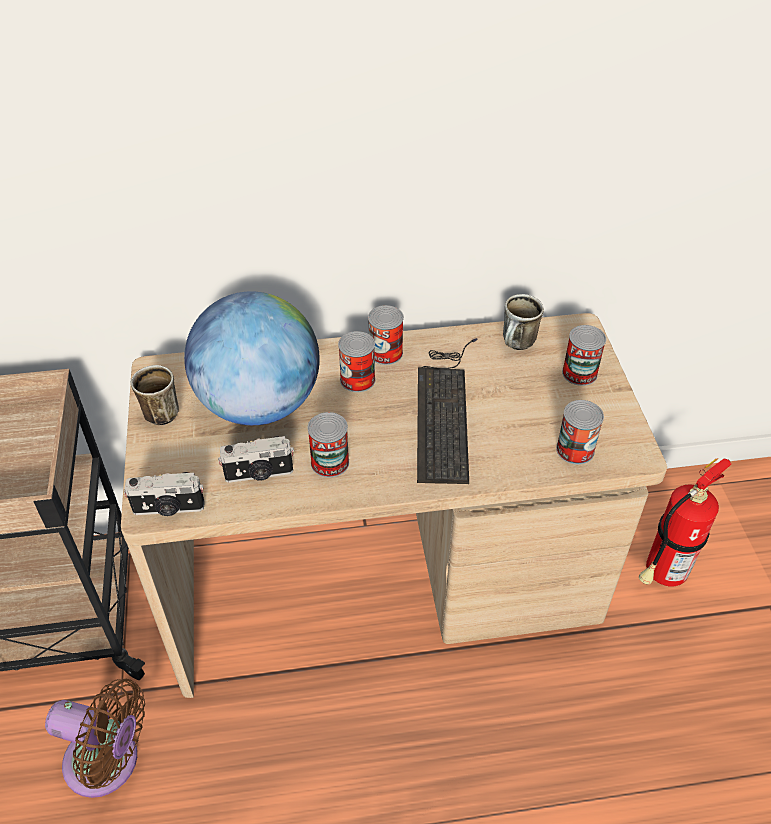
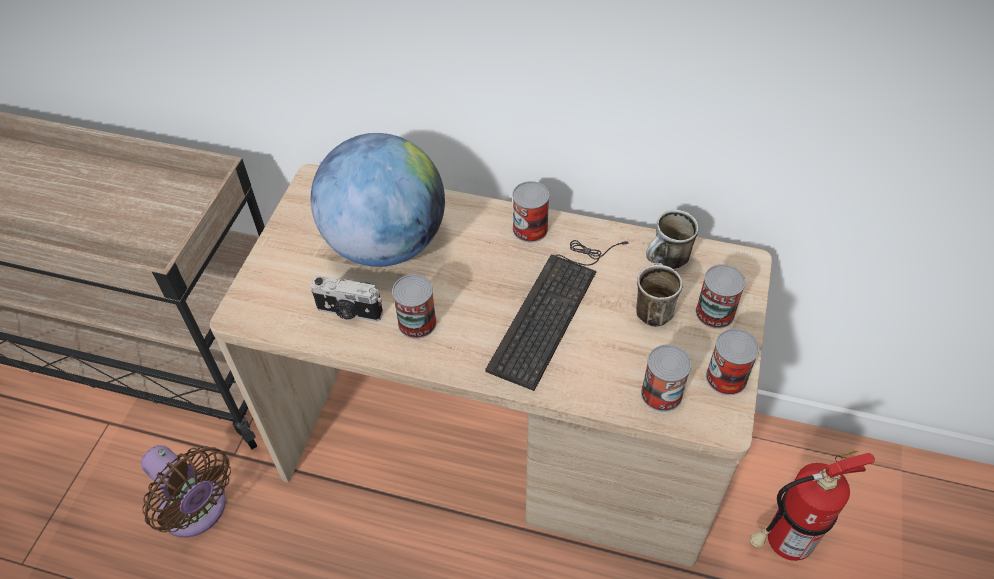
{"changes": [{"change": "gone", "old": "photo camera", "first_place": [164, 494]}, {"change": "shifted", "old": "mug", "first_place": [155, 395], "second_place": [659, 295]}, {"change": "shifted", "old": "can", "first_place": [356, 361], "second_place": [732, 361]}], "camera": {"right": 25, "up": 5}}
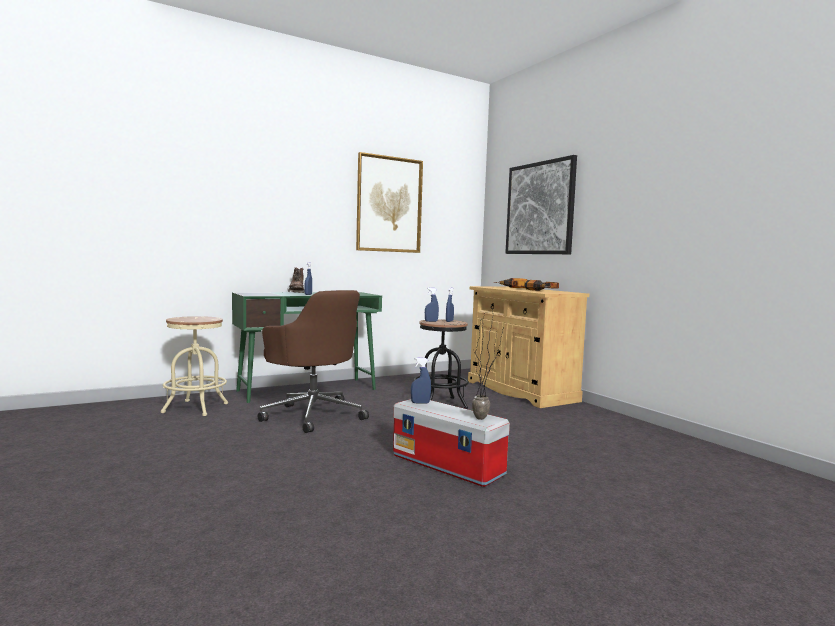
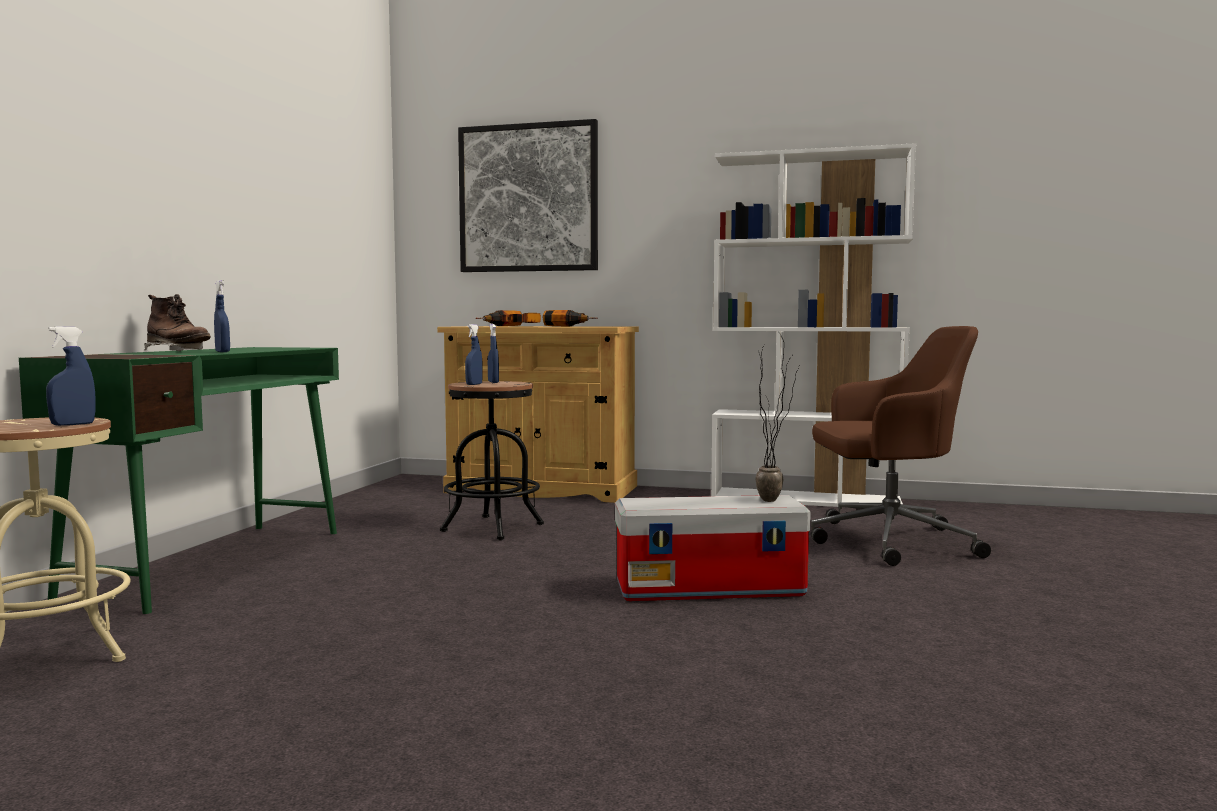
{"changes": [{"change": "gone", "old": "picture", "first_place": [389, 202]}, {"change": "new", "new": "white bookcase", "second_place": [813, 325]}, {"change": "shifted", "old": "brown office chair", "first_place": [313, 361], "second_place": [901, 446]}, {"change": "shifted", "old": "blue spray bottle", "first_place": [421, 381], "second_place": [70, 376]}], "camera": {"right": -45, "up": 0}}
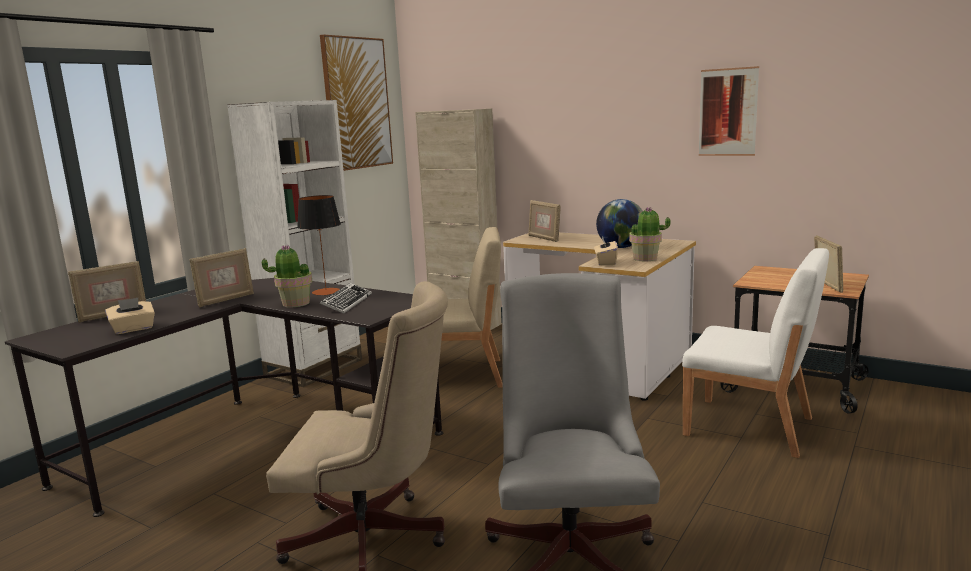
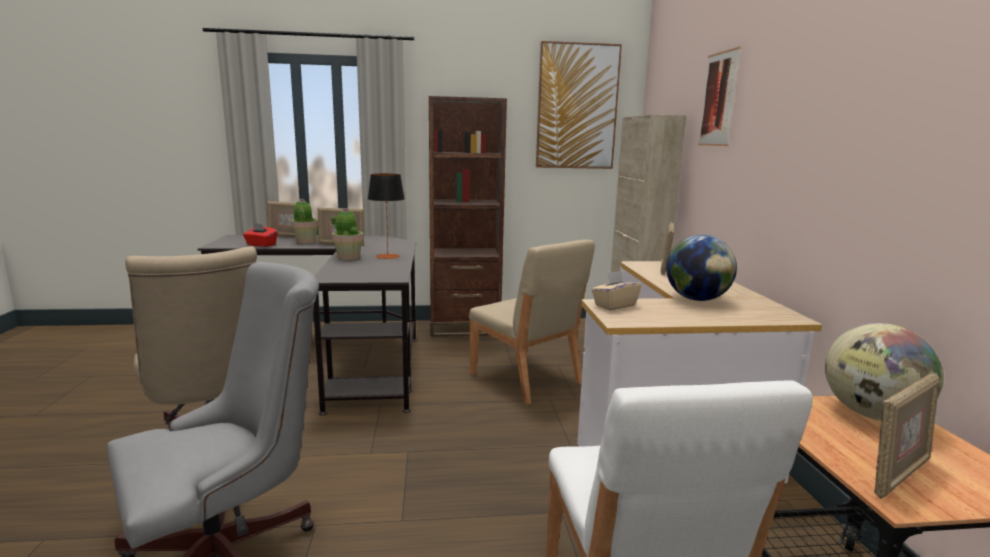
{"changes": [{"change": "gone", "old": "keyboard", "first_place": [346, 298]}, {"change": "new", "new": "globe", "second_place": [884, 371]}, {"change": "shifted", "old": "potted plant", "first_place": [650, 234], "second_place": [304, 221]}, {"change": "shifted", "old": "picture", "first_place": [729, 111], "second_place": [719, 96]}, {"change": "repainted", "old": "beige tissue box", "new": "red tissue box", "first_place": [130, 316], "second_place": [260, 235]}, {"change": "repainted", "old": "white bookcase", "new": "brown bookcase", "first_place": [294, 243], "second_place": [468, 216]}], "camera": {"right": 50, "up": 0}}
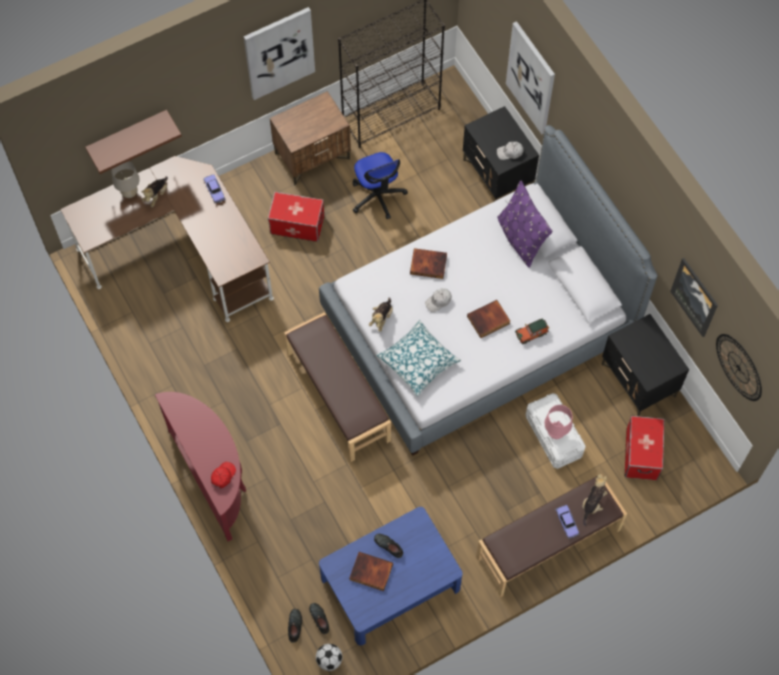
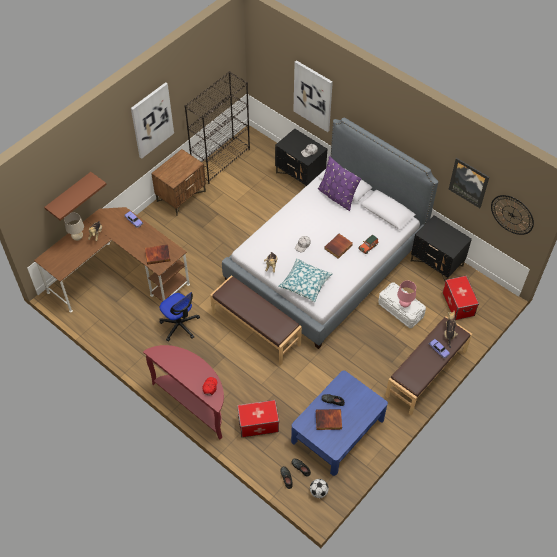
{"changes": [{"change": "shifted", "old": "storage box", "first_place": [296, 217], "second_place": [258, 418]}, {"change": "shifted", "old": "office chair", "first_place": [380, 185], "second_place": [179, 316]}, {"change": "shifted", "old": "book", "first_place": [428, 263], "second_place": [157, 254]}], "camera": {"right": -20, "up": -10}}
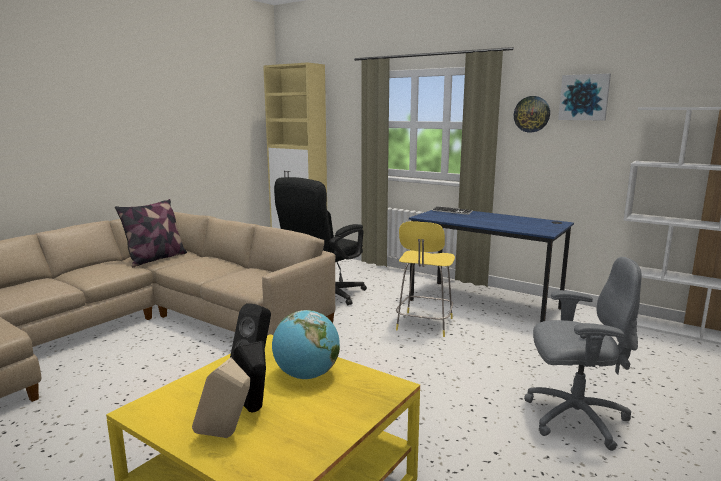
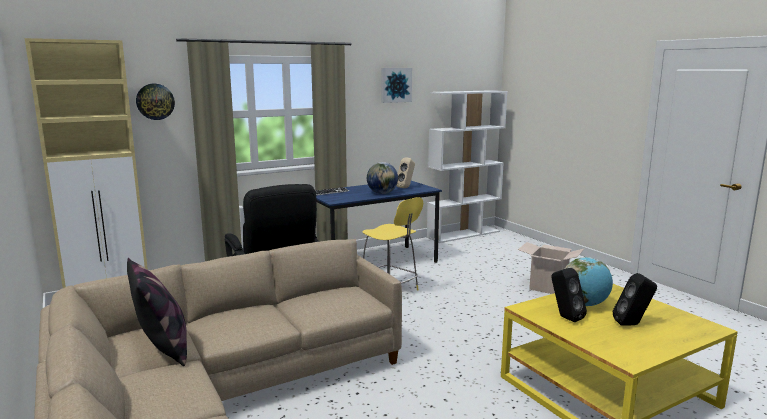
{"changes": [{"change": "new", "new": "globe", "second_place": [382, 178]}, {"change": "shifted", "old": "beige speaker", "first_place": [221, 397], "second_place": [405, 172]}, {"change": "shifted", "old": "wall clock", "first_place": [532, 114], "second_place": [155, 102]}, {"change": "swapped", "old": "grey office chair", "new": "cardboard box", "first_place": [583, 354], "second_place": [551, 268]}], "camera": {"right": -65, "up": 0}}
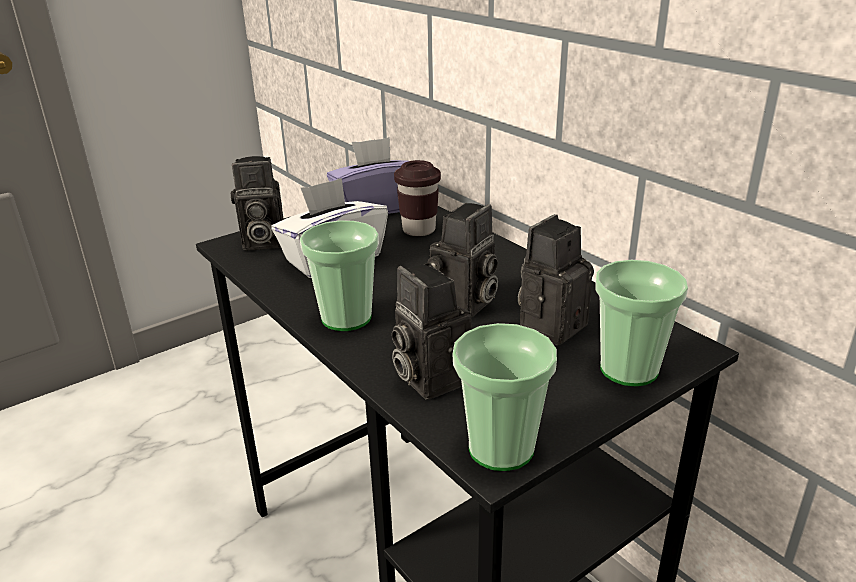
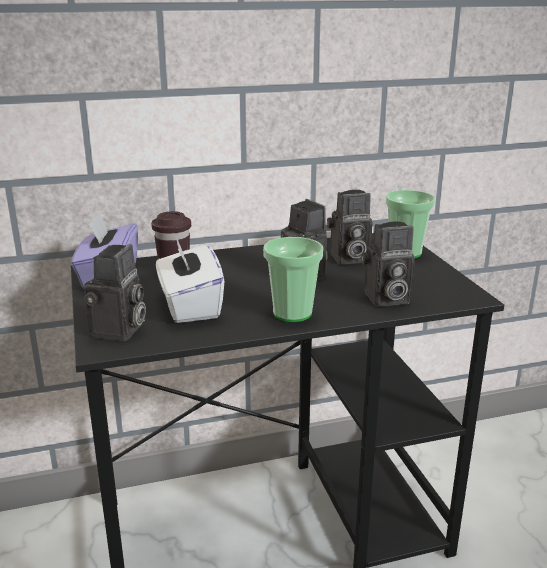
{"changes": [{"change": "gone", "old": "cup", "first_place": [505, 397]}, {"change": "rotated", "old": "photo camera", "first_place": [556, 279], "second_place": [350, 227], "degrees": -75}], "camera": {"right": -70, "up": -5}}
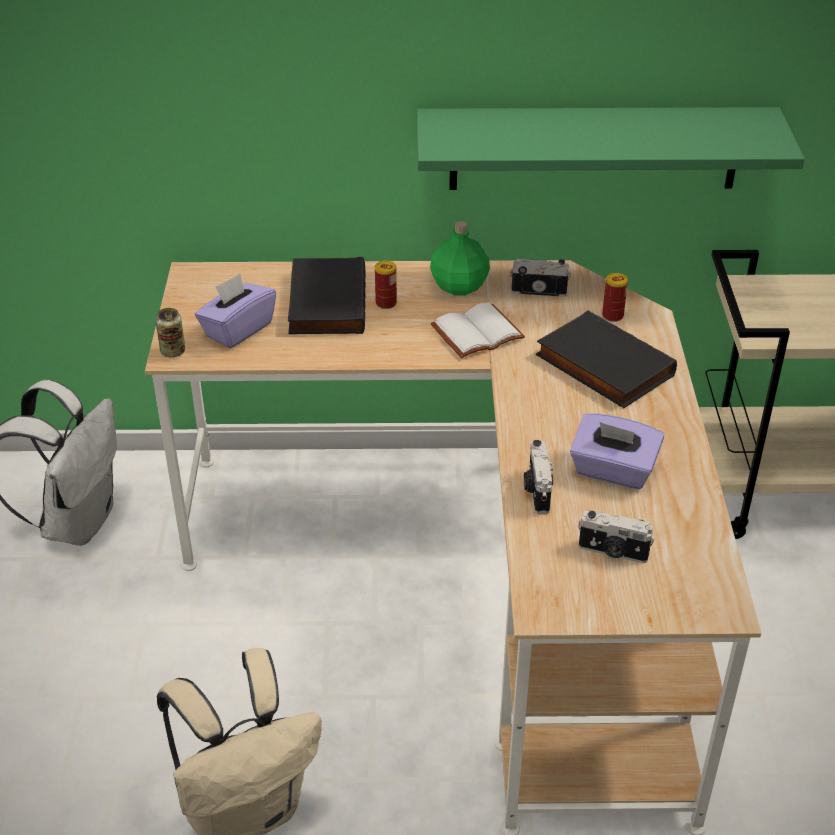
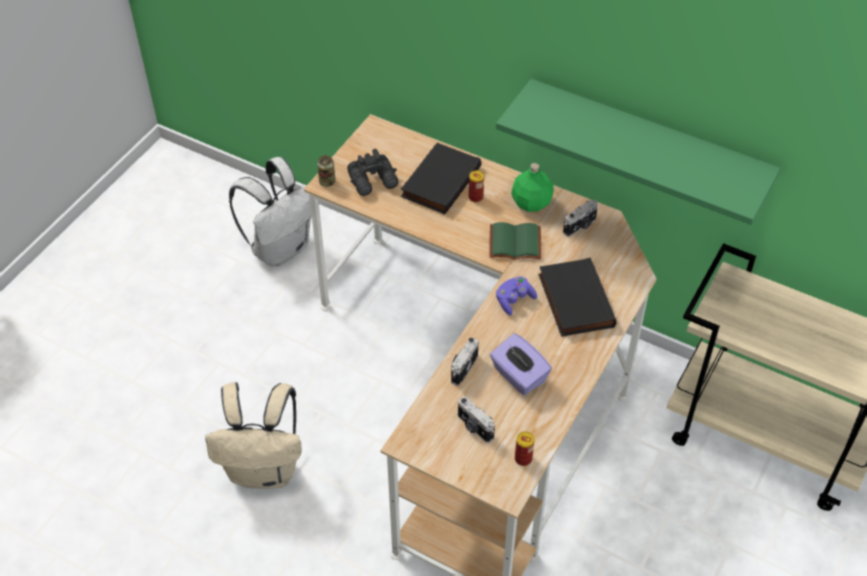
{"changes": [{"change": "new", "new": "purple game controller", "second_place": [516, 295]}, {"change": "shifted", "old": "can", "first_place": [615, 297], "second_place": [525, 448]}, {"change": "swapped", "old": "purple tissue box", "new": "black binoculars", "first_place": [235, 310], "second_place": [372, 172]}, {"change": "repainted", "old": "white book", "new": "green book", "first_place": [478, 330], "second_place": [515, 241]}, {"change": "rotated", "old": "photo camera", "first_place": [540, 277], "second_place": [580, 218], "degrees": 105}], "camera": {"right": 30, "up": 10}}
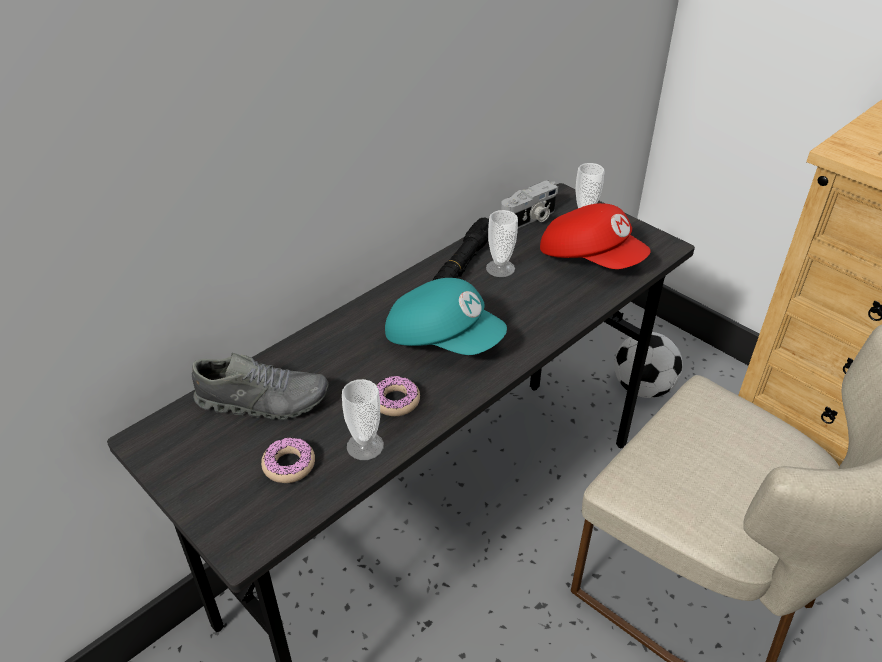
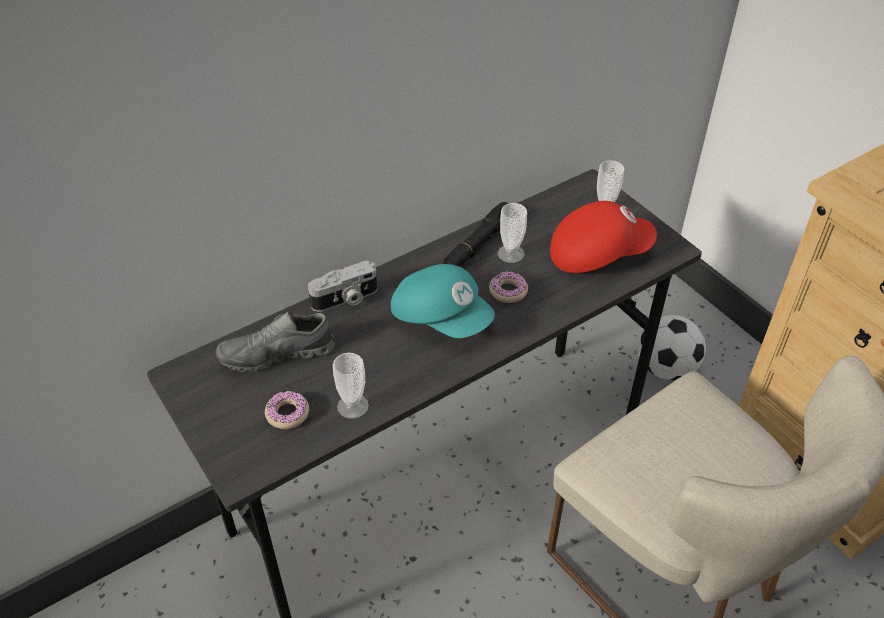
{"changes": [{"change": "shifted", "old": "donut", "first_place": [398, 396], "second_place": [508, 287]}, {"change": "shifted", "old": "photo camera", "first_place": [529, 204], "second_place": [342, 286]}, {"change": "rotated", "old": "grey shoe", "first_place": [260, 386], "second_place": [275, 341], "degrees": 150}, {"change": "rotated", "old": "red cap", "first_place": [595, 236], "second_place": [603, 237], "degrees": -60}], "camera": {"right": 10, "up": 5}}
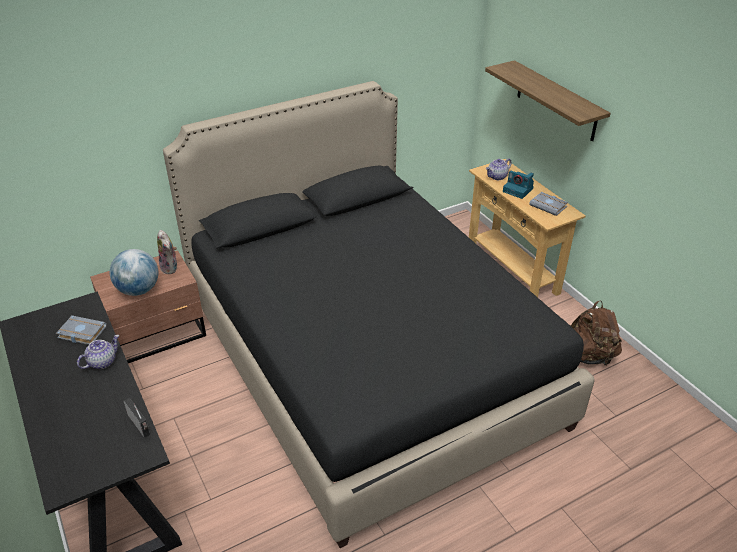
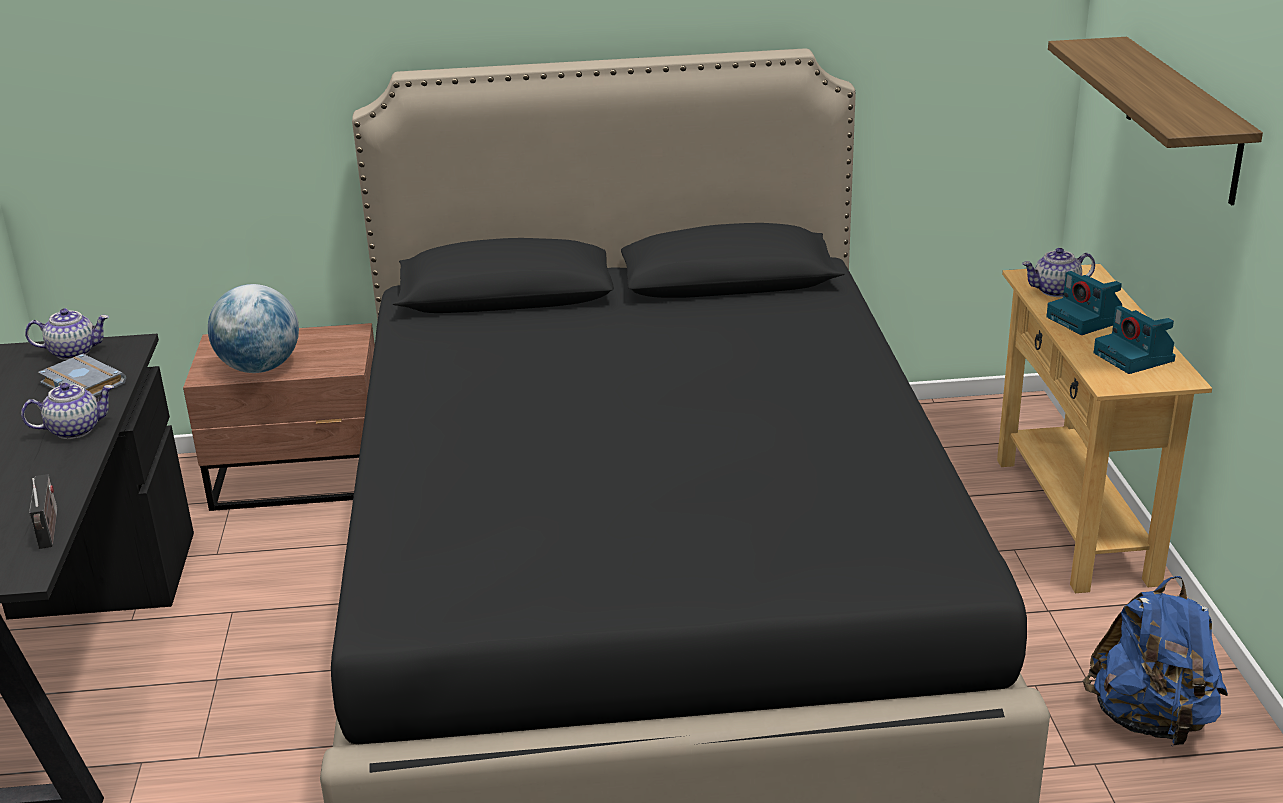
{"changes": [{"change": "gone", "old": "plush toy", "first_place": [167, 252]}, {"change": "new", "new": "teapot", "second_place": [67, 334]}, {"change": "swapped", "old": "grey book", "new": "photo camera", "first_place": [548, 204], "second_place": [1135, 340]}, {"change": "repainted", "old": "brown backpack", "new": "blue backpack", "first_place": [596, 333], "second_place": [1155, 661]}], "camera": {"right": 25, "up": -10}}
